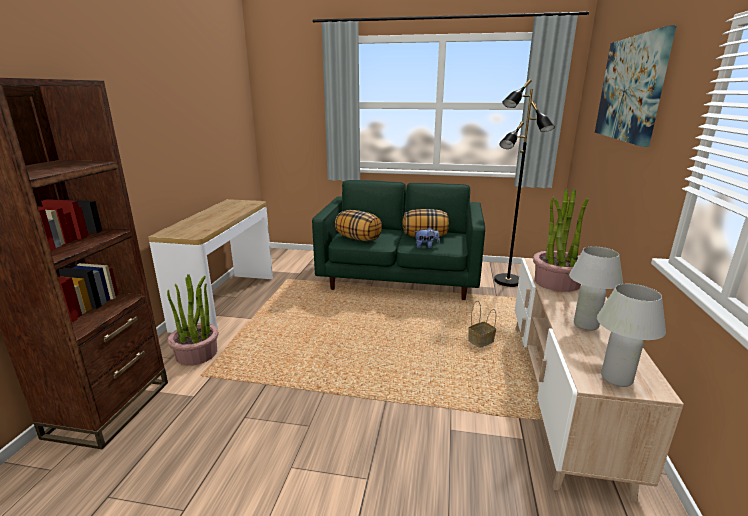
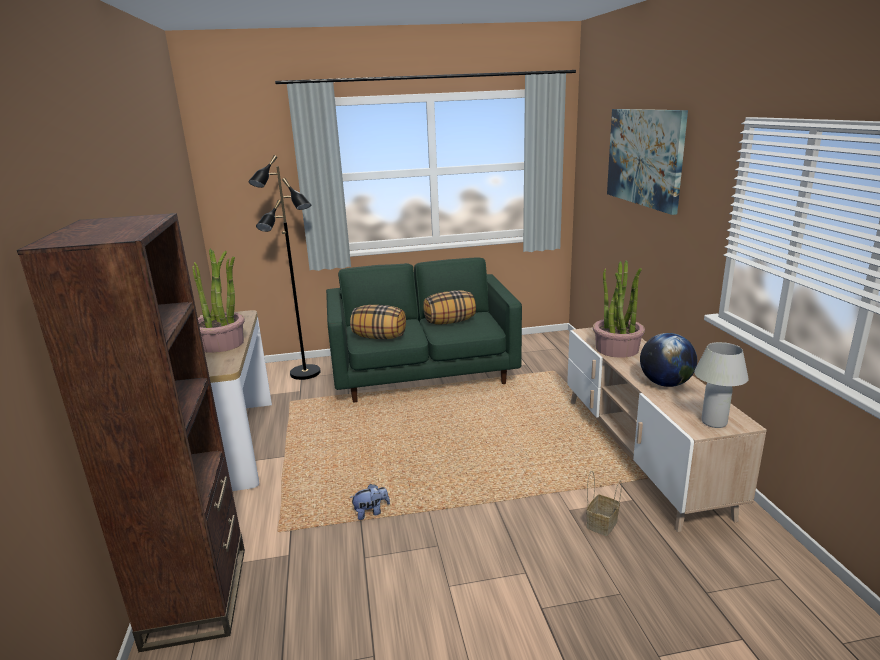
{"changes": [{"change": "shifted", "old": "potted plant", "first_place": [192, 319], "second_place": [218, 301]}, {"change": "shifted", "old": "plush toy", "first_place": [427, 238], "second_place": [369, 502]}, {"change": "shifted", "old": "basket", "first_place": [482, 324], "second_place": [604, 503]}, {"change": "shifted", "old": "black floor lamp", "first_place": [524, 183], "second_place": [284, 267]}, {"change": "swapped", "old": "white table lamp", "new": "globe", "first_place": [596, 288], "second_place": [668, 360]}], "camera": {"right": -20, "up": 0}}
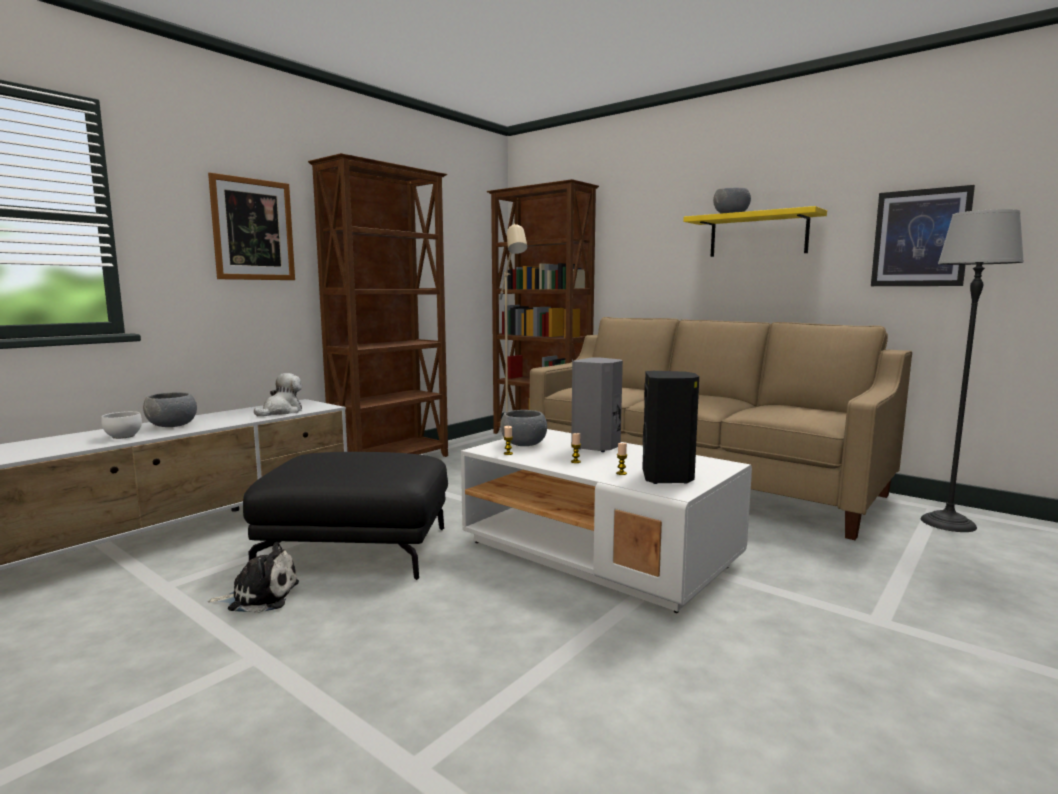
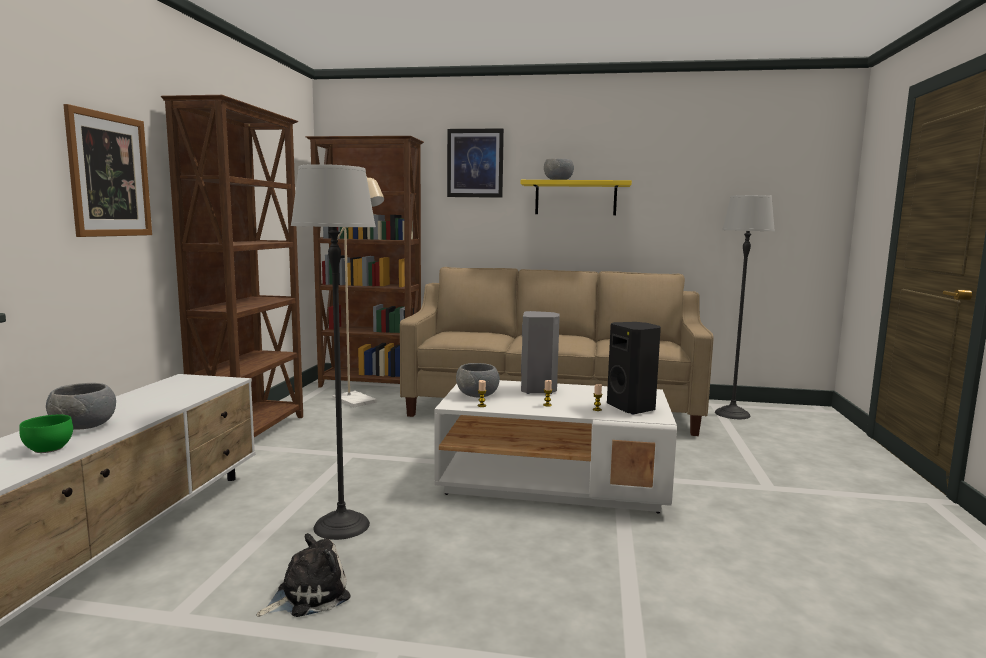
{"changes": [{"change": "gone", "old": "plush toy", "first_place": [278, 395]}, {"change": "shifted", "old": "picture", "first_place": [923, 235], "second_place": [475, 163]}, {"change": "swapped", "old": "black ottoman", "new": "floor lamp", "first_place": [345, 516], "second_place": [333, 352]}, {"change": "repainted", "old": "white bowl", "new": "green bowl", "first_place": [121, 425], "second_place": [46, 434]}], "camera": {"right": -30, "up": 0}}
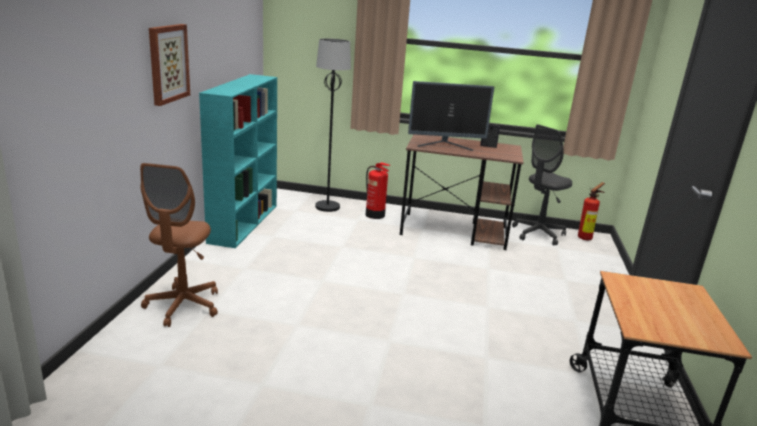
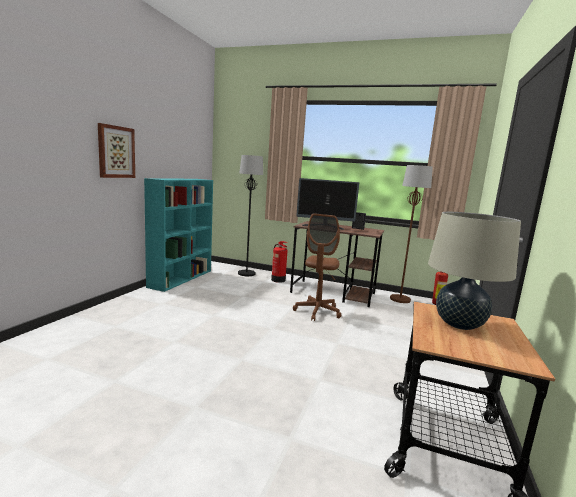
{"changes": [{"change": "new", "new": "beige table lamp", "second_place": [474, 271]}, {"change": "shifted", "old": "brown office chair", "first_place": [179, 245], "second_place": [317, 267]}, {"change": "swapped", "old": "grey office chair", "new": "brown floor lamp", "first_place": [542, 185], "second_place": [411, 234]}], "camera": {"right": 10, "up": -10}}
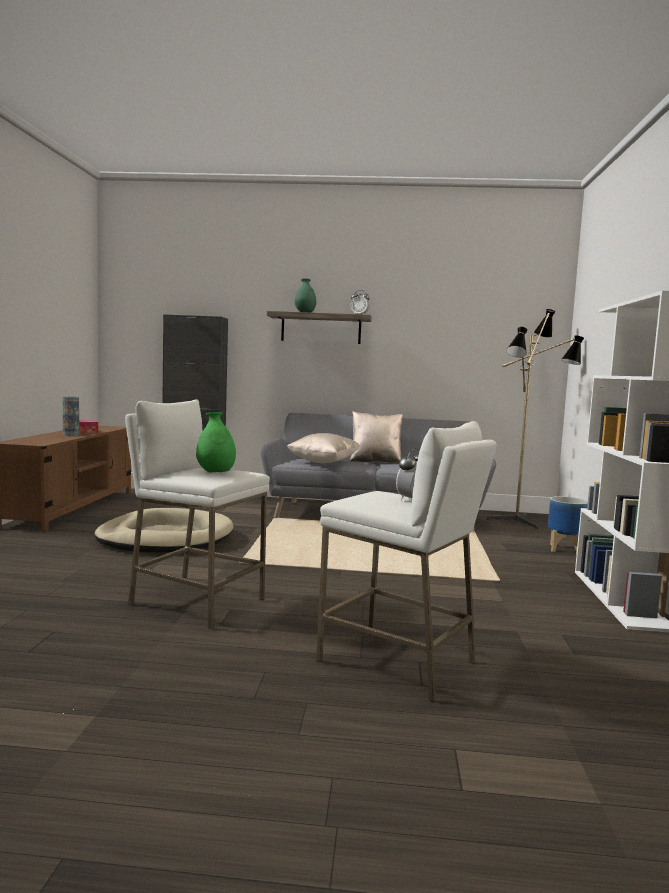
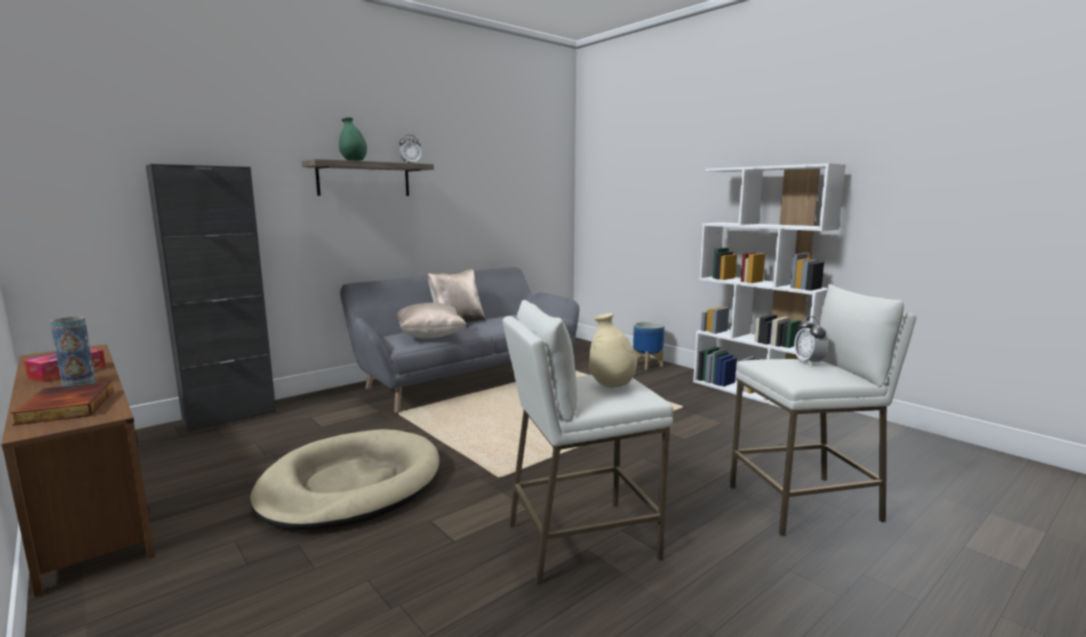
{"changes": [{"change": "gone", "old": "floor lamp", "first_place": [535, 419]}, {"change": "new", "new": "book", "second_place": [62, 403]}, {"change": "repainted", "old": "green vase", "new": "beige vase", "first_place": [216, 442], "second_place": [613, 350]}], "camera": {"right": -45, "up": 5}}
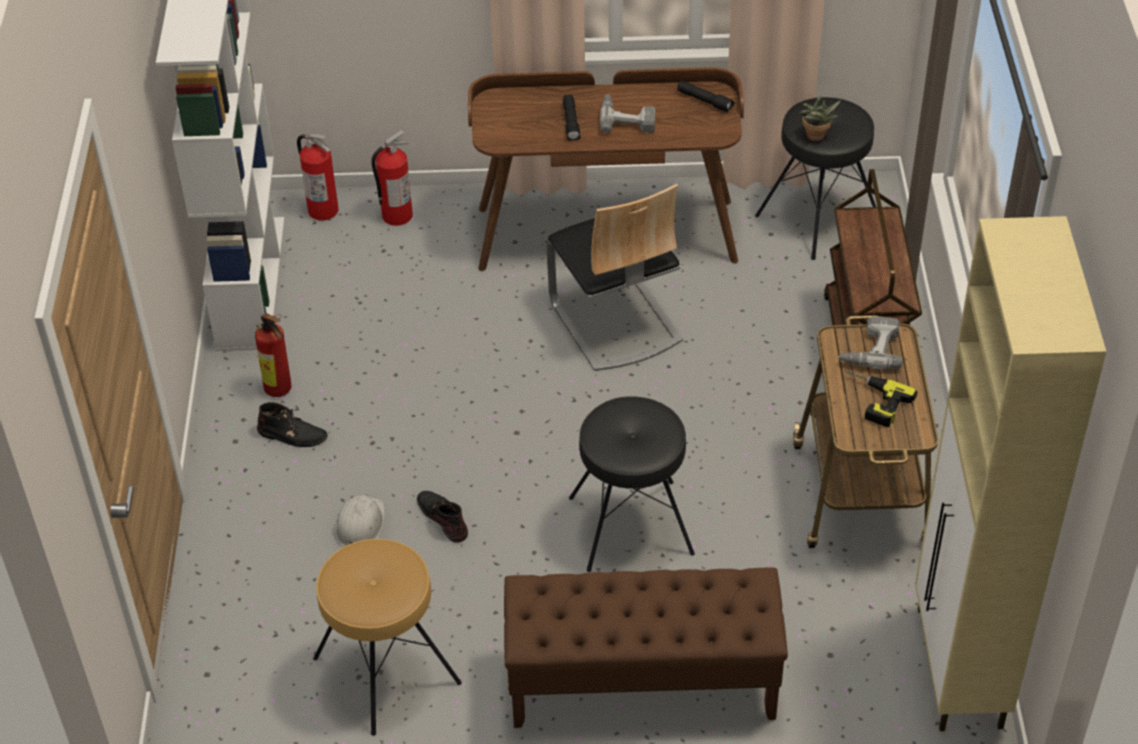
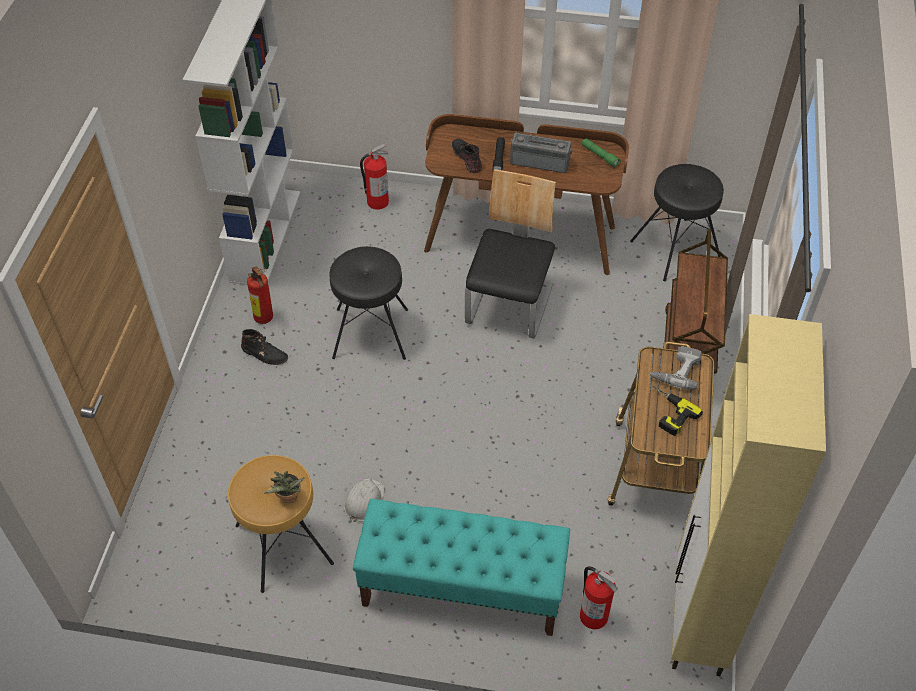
{"changes": [{"change": "shifted", "old": "fire extinguisher", "first_place": [318, 177], "second_place": [599, 597]}, {"change": "shifted", "old": "white hard hat", "first_place": [360, 519], "second_place": [364, 500]}, {"change": "shifted", "old": "black boot", "first_place": [442, 517], "second_place": [467, 156]}, {"change": "shifted", "old": "black stool", "first_place": [632, 484], "second_place": [369, 303]}, {"change": "shifted", "old": "potted plant", "first_place": [820, 118], "second_place": [284, 487]}, {"change": "swapped", "old": "power drill", "new": "radio", "first_place": [627, 113], "second_place": [541, 152]}, {"change": "repainted", "old": "brown bench", "new": "turquoise bench", "first_place": [646, 648], "second_place": [461, 567]}, {"change": "repainted", "old": "black flashlight", "new": "green flashlight", "first_place": [705, 96], "second_place": [601, 152]}, {"change": "rotated", "old": "chair", "first_place": [614, 277], "second_place": [510, 254], "degrees": -150}], "camera": {"right": 10, "up": 5}}
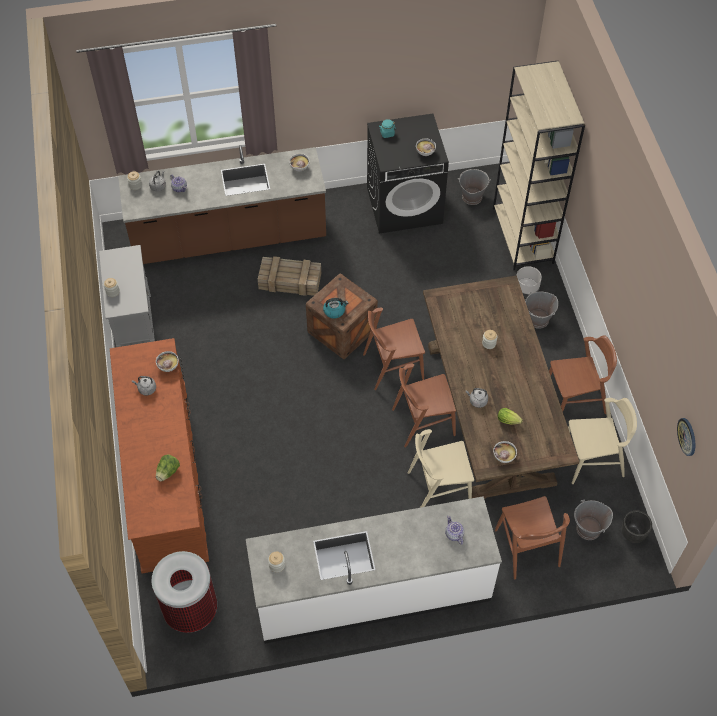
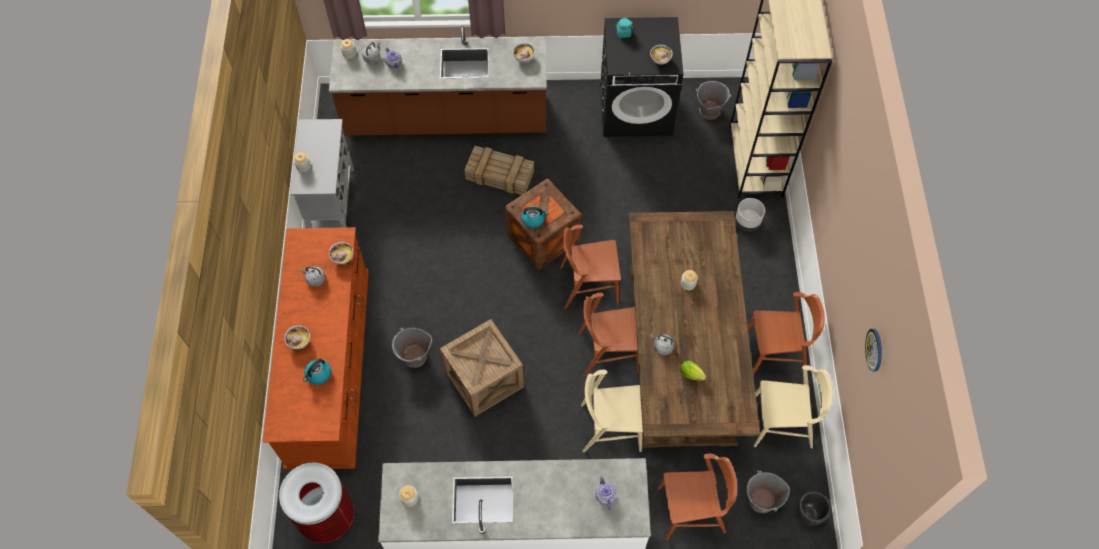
{"changes": [{"change": "new", "new": "crate", "second_place": [482, 368]}, {"change": "shifted", "old": "bowl", "first_place": [505, 452], "second_place": [297, 337]}, {"change": "shifted", "old": "grey bucket", "first_place": [541, 310], "second_place": [412, 348]}, {"change": "shifted", "old": "wall clock", "first_place": [686, 437], "second_place": [873, 350]}, {"change": "swapped", "old": "lettuce", "new": "kettle", "first_place": [168, 468], "second_place": [317, 372]}, {"change": "rotated", "old": "brown chair", "first_place": [532, 537], "second_place": [697, 496], "degrees": -90}], "camera": {"right": 10, "up": 5}}
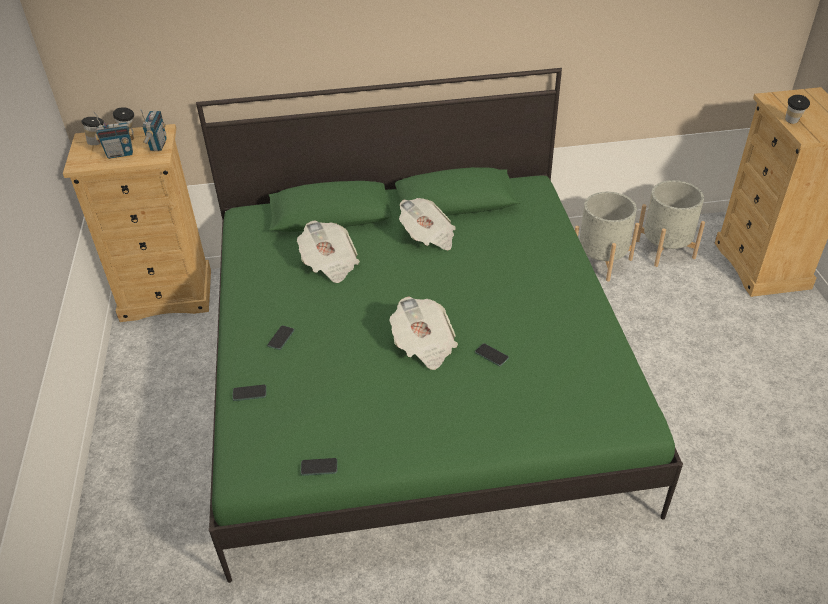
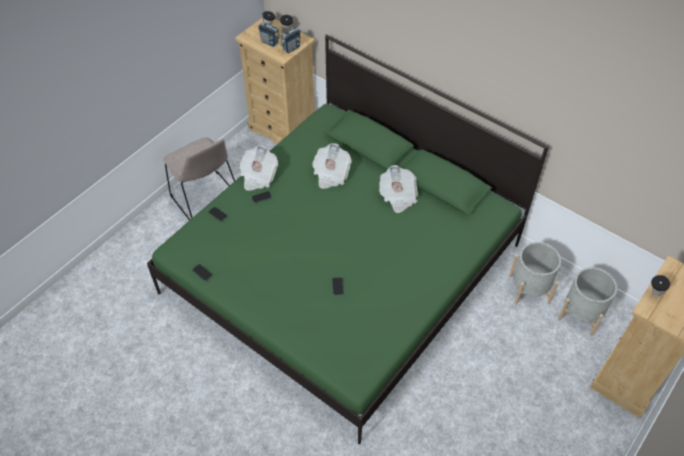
{"changes": [{"change": "new", "new": "beige chair", "second_place": [199, 178]}, {"change": "shifted", "old": "newspaper", "first_place": [423, 333], "second_place": [258, 168]}], "camera": {"right": 45, "up": 10}}
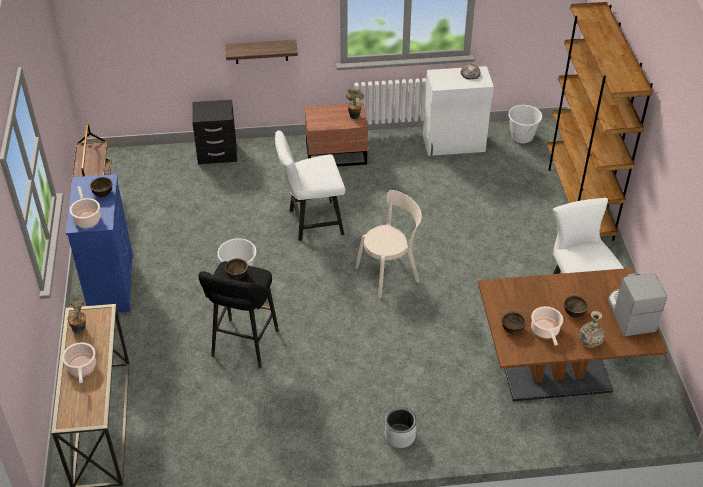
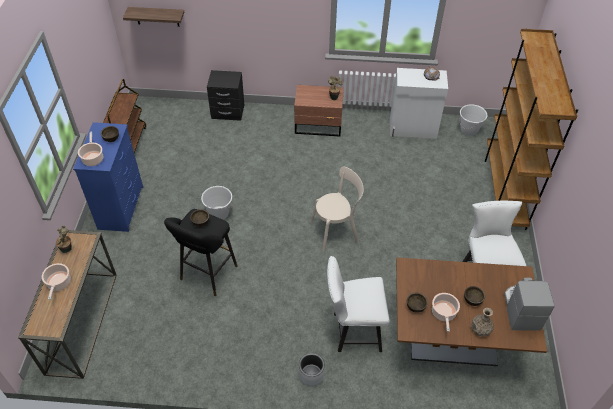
{"changes": [{"change": "shifted", "old": "shelf", "first_place": [261, 52], "second_place": [153, 17]}, {"change": "shifted", "old": "white chair", "first_place": [310, 185], "second_place": [358, 304]}], "camera": {"right": 10, "up": 5}}
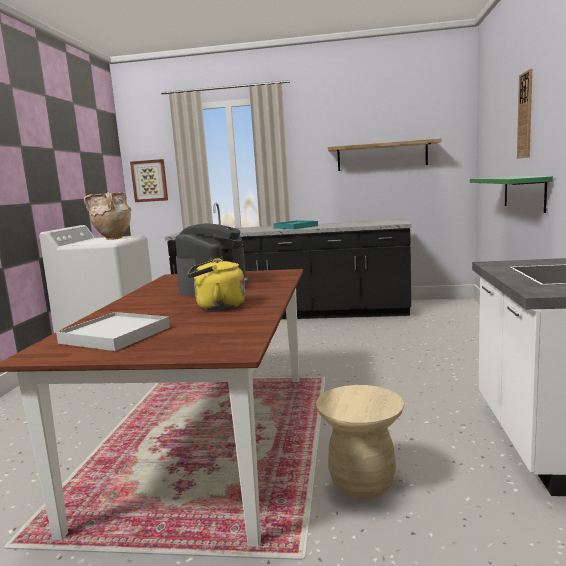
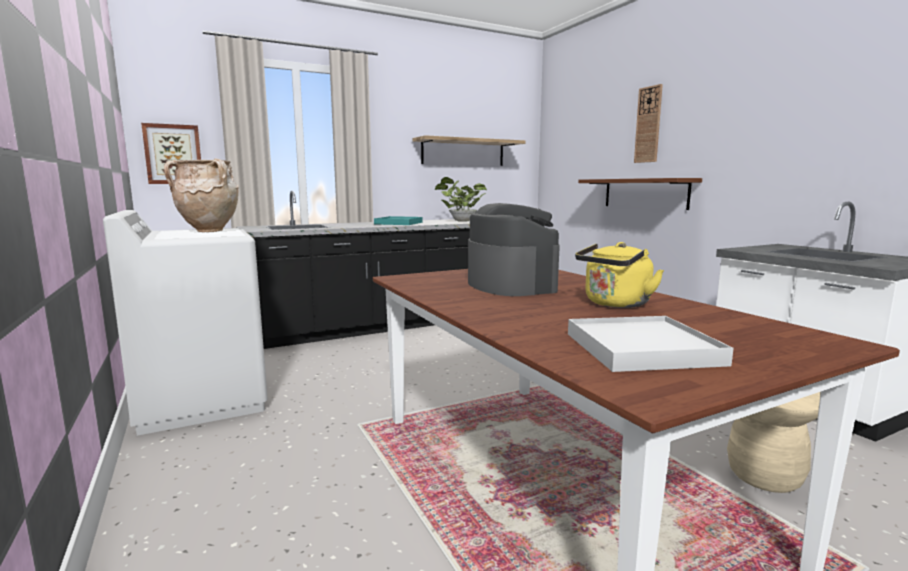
{"changes": [{"change": "new", "new": "potted plant", "second_place": [461, 199]}, {"change": "repainted", "old": "green shelf", "new": "brown shelf", "first_place": [511, 194], "second_place": [640, 194]}], "camera": {"right": -35, "up": 0}}
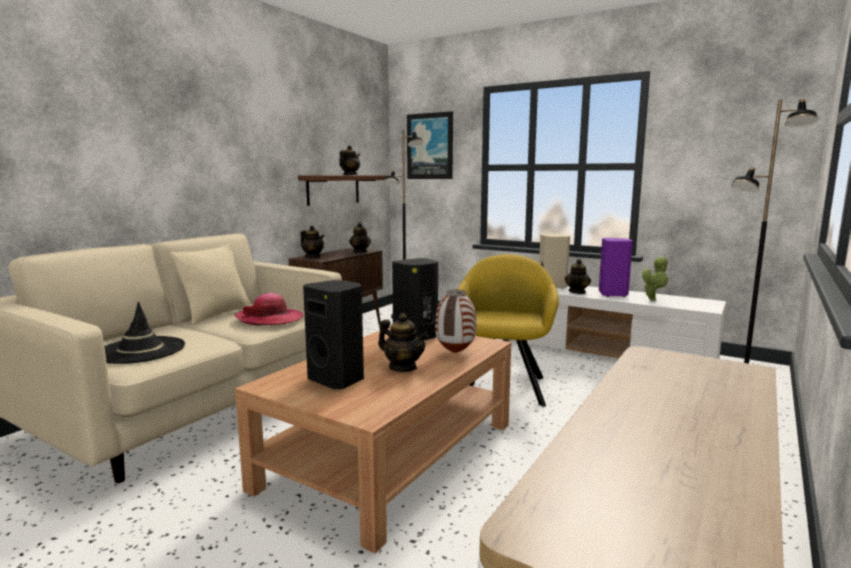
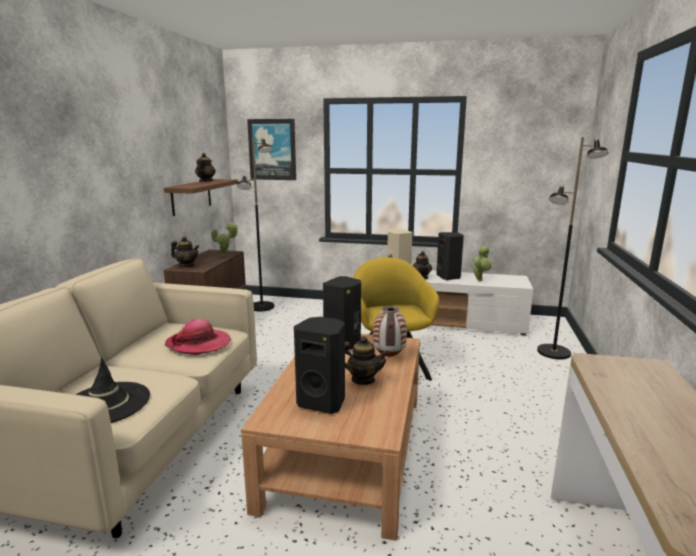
{"changes": [{"change": "gone", "old": "beige pillow", "first_place": [210, 284]}, {"change": "swapped", "old": "teapot", "new": "potted plant", "first_place": [360, 237], "second_place": [224, 239]}, {"change": "repainted", "old": "purple speaker", "new": "black speaker", "first_place": [616, 267], "second_place": [450, 256]}], "camera": {"right": -20, "up": 5}}
